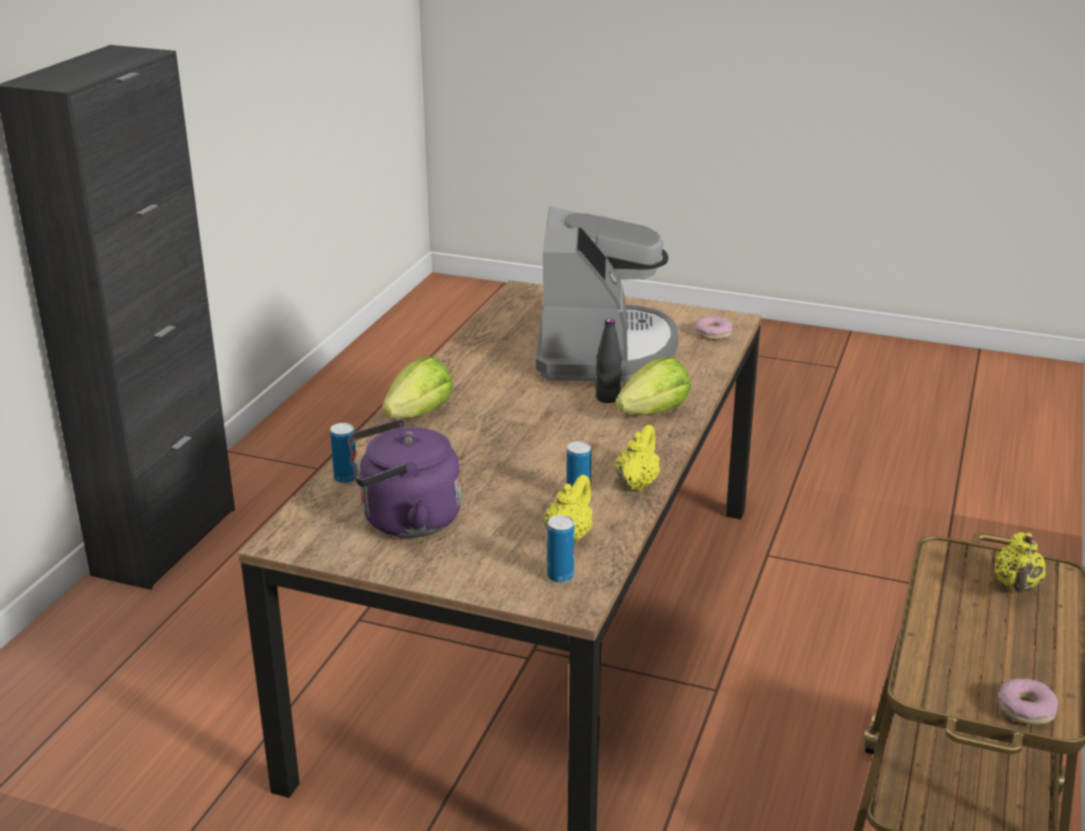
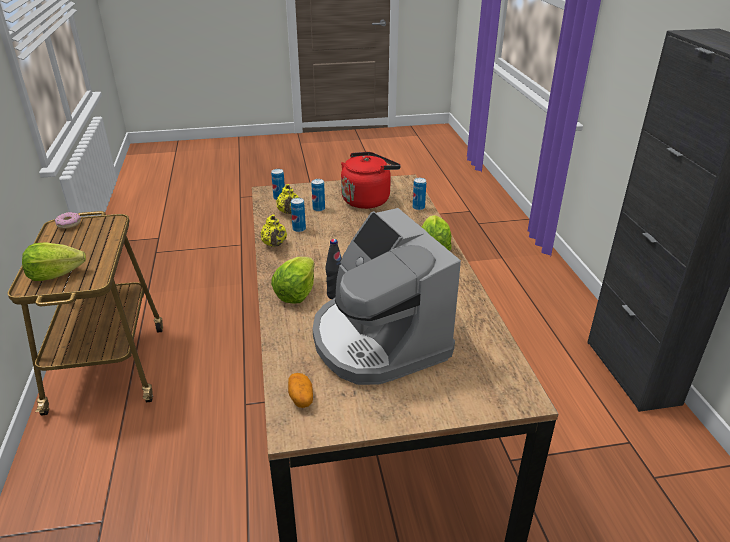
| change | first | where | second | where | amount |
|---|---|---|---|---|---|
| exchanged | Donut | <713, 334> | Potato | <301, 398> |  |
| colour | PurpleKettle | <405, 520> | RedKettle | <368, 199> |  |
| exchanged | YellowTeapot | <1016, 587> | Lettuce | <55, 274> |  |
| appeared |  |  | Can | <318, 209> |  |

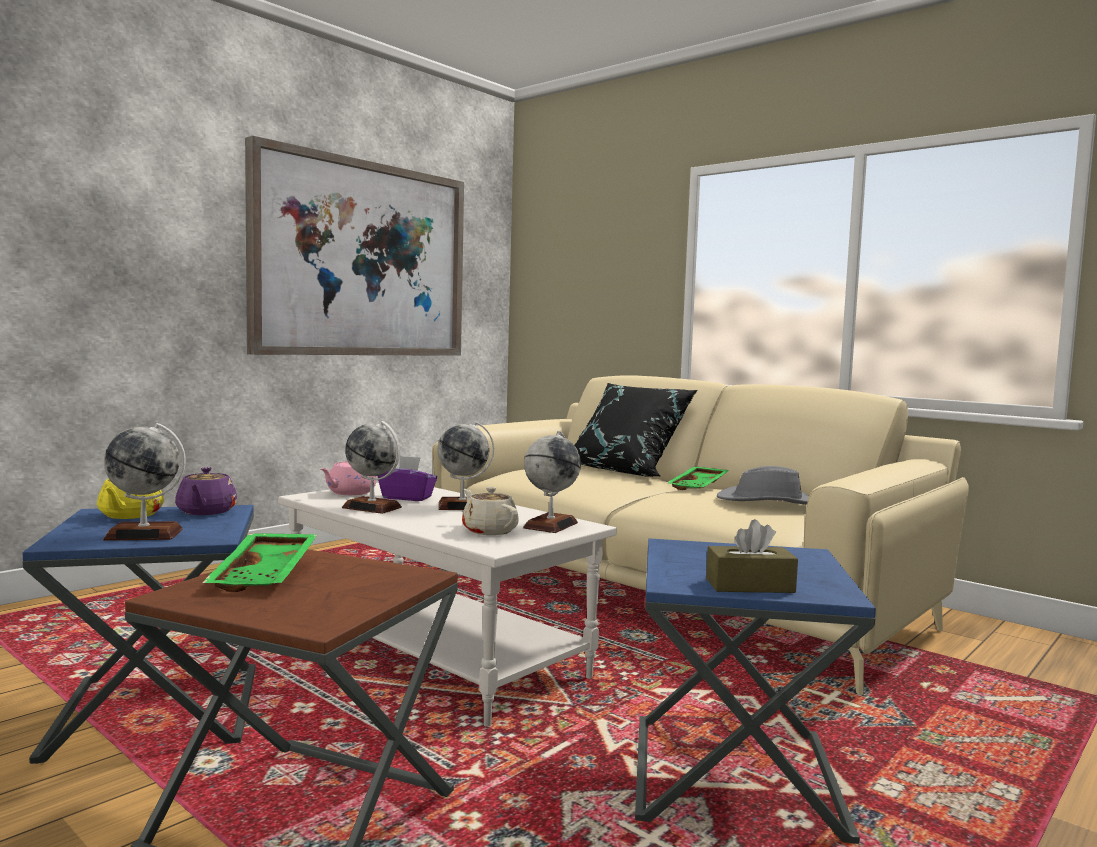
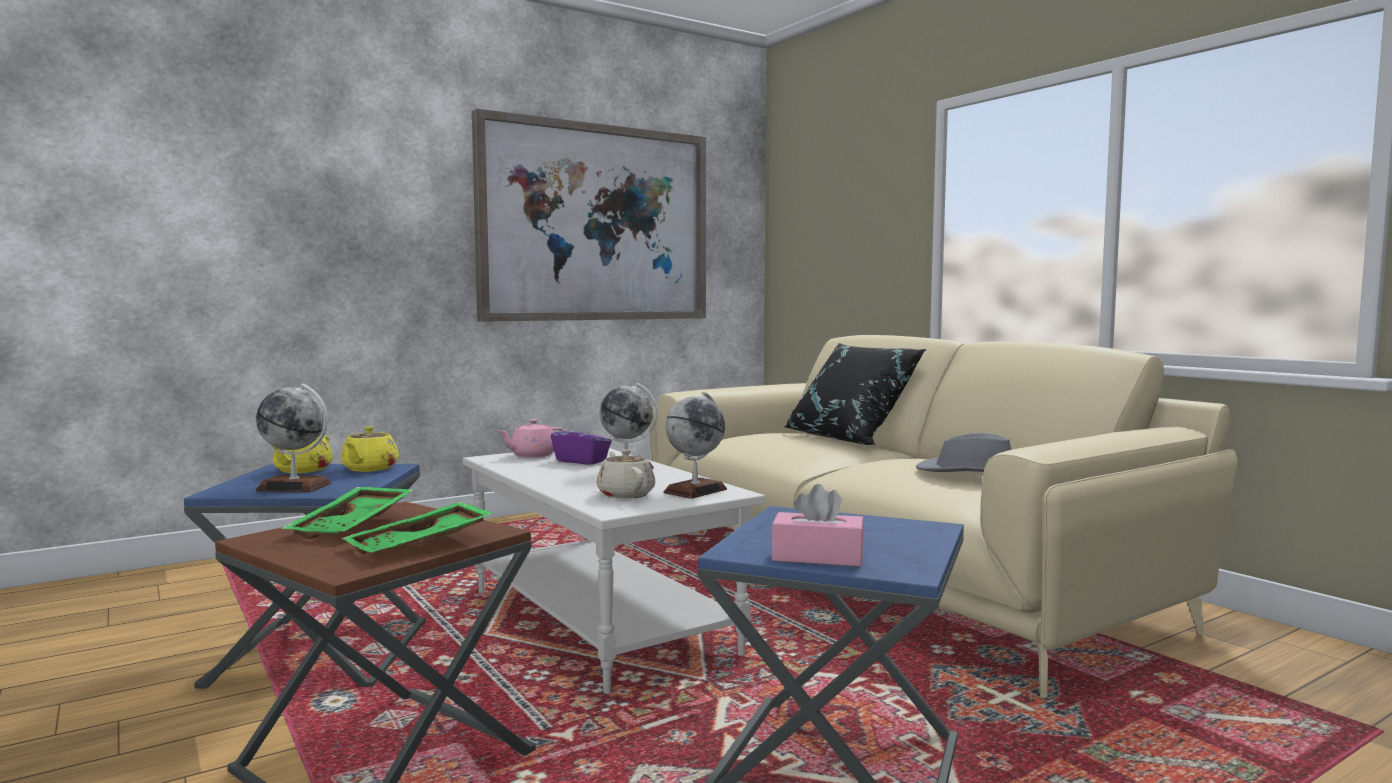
| change | first | where | second | where | amount |
|---|---|---|---|---|---|
| missing | Globe | <372, 507> |  |  |  |
| relocated | GreenTray | <699, 487> |  | <421, 545> |  |
| colour | PurpleTeapot | <206, 512> | YellowTeapot | <369, 469> |  |
| colour | BrownTissueBox | <749, 586> | PinkTissueBox | <817, 557> |  |

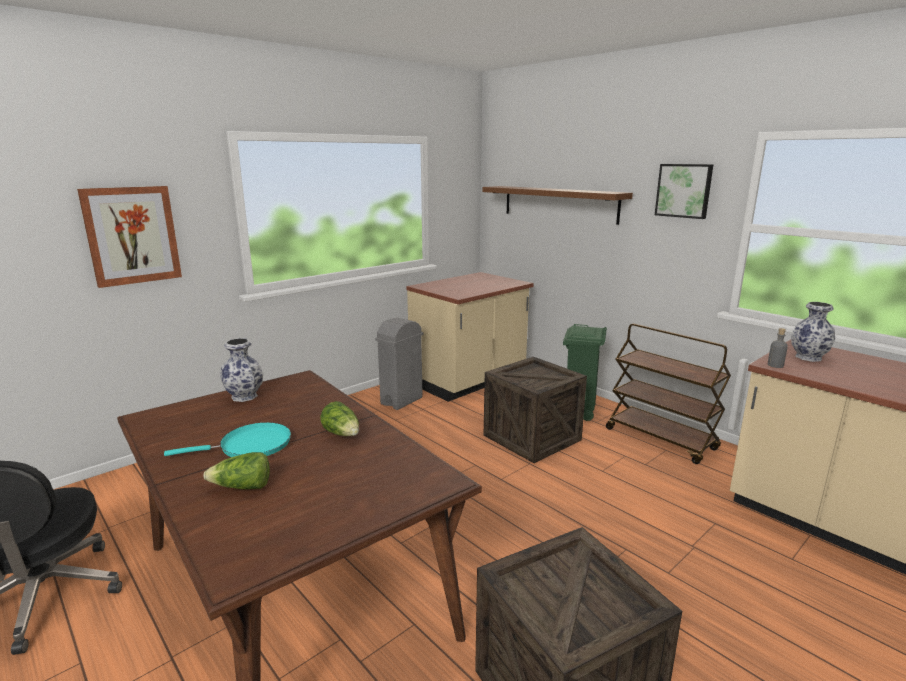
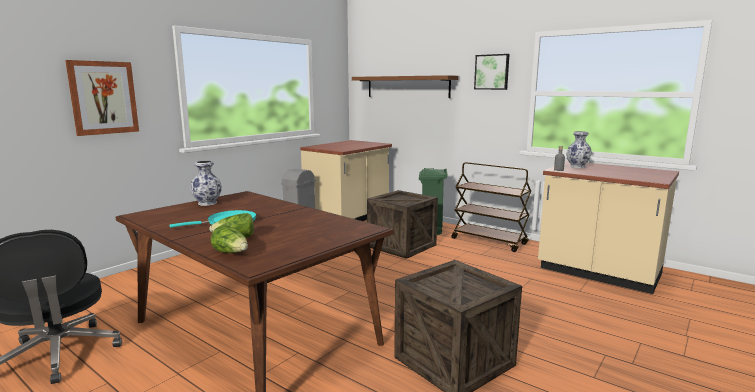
| change | first | where | second | where | amount |
|---|---|---|---|---|---|
| relocated | Lettuce | <342, 434> |  | <231, 253> |  |

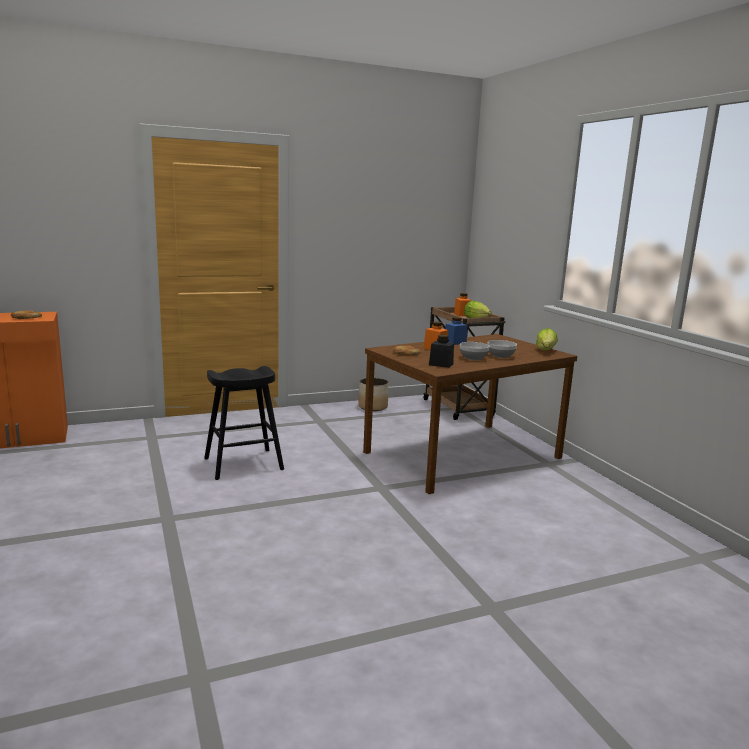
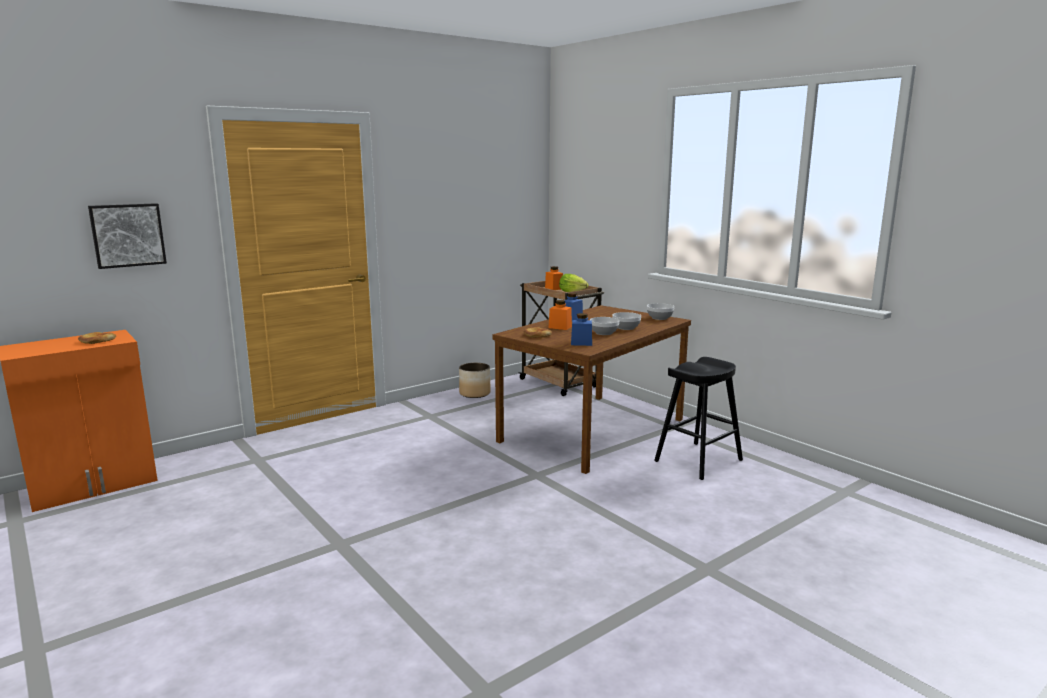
| change | first | where | second | where | amount |
|---|---|---|---|---|---|
| exchanged | Lettuce | <545, 350> | Bowl | <660, 318> |  |
| colour | BlackJar | <441, 364> | BlueJar | <581, 343> |  |
| relocated | BlackStool | <244, 464> |  | <698, 460> |  |
| appeared |  |  | Picture | <127, 235> |  |

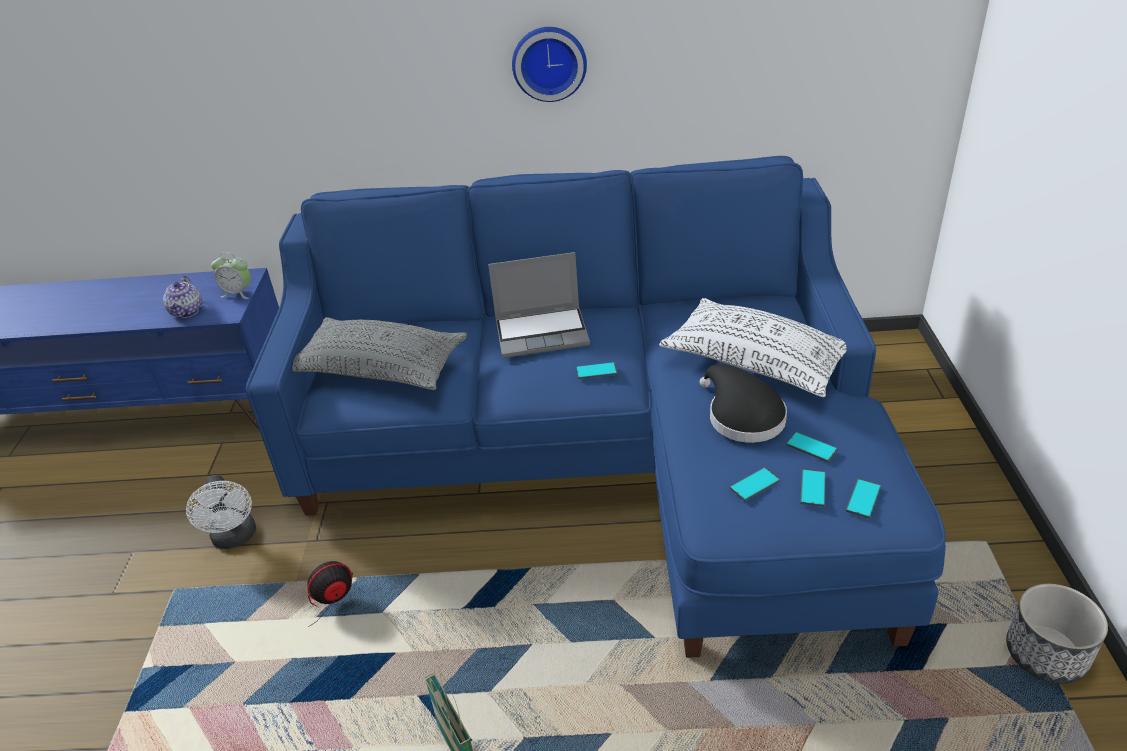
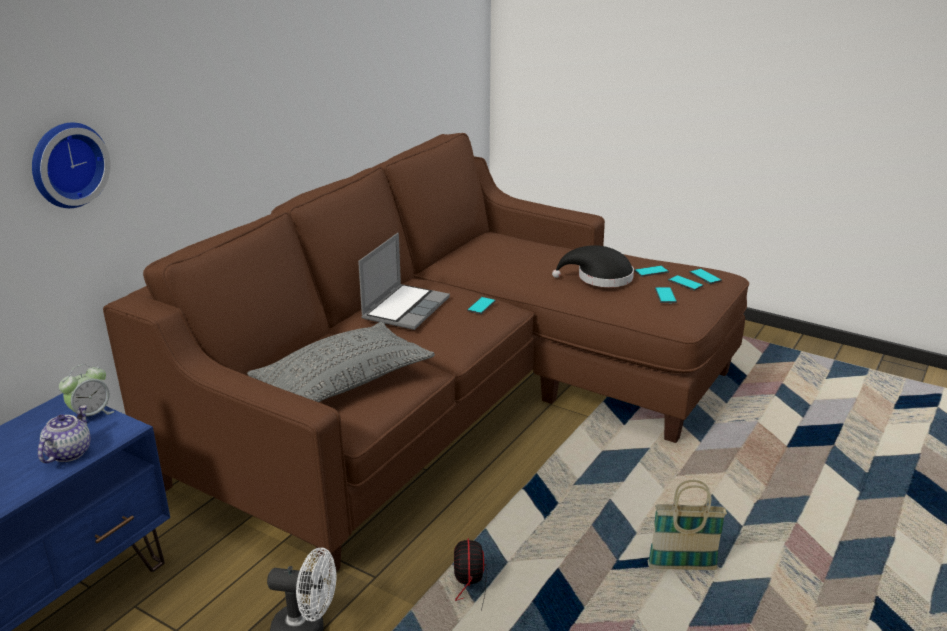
| change | first | where | second | where | amount |
|---|---|---|---|---|---|
| relocated | WallClock | <549, 62> |  | <66, 164> |  |
| colour | BlueSofa | <605, 452> | BrownSofa | <455, 400> |  |
| spun | Teapot | <187, 312> |  | <68, 452> | 105 degrees counterclockwise |
| missing | WhitePillow | <756, 362> |  |  |  |
| missing | Planter | <1045, 654> |  |  |  |

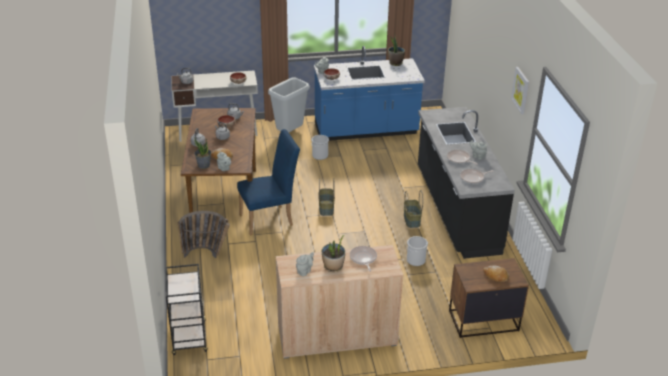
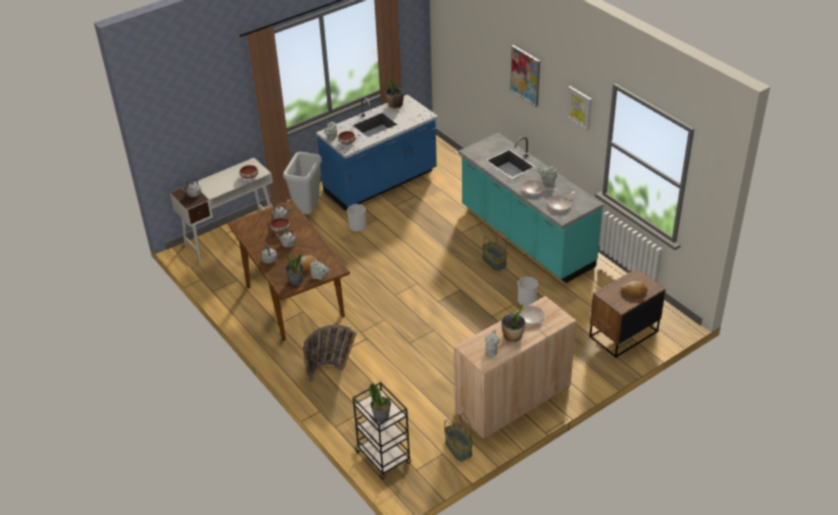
| change | first | where | second | where | amount |
|---|---|---|---|---|---|
| colour | BlackCounter | <455, 210> | TurquoiseCounter | <525, 238> |  |
| missing | BlueChair | <270, 219> |  |  |  |
| relocated | Basket | <326, 208> |  | <459, 448> |  |
| appeared |  |  | Picture | <525, 75> |  |
| appeared |  |  | PottedPlant | <381, 416> |  |

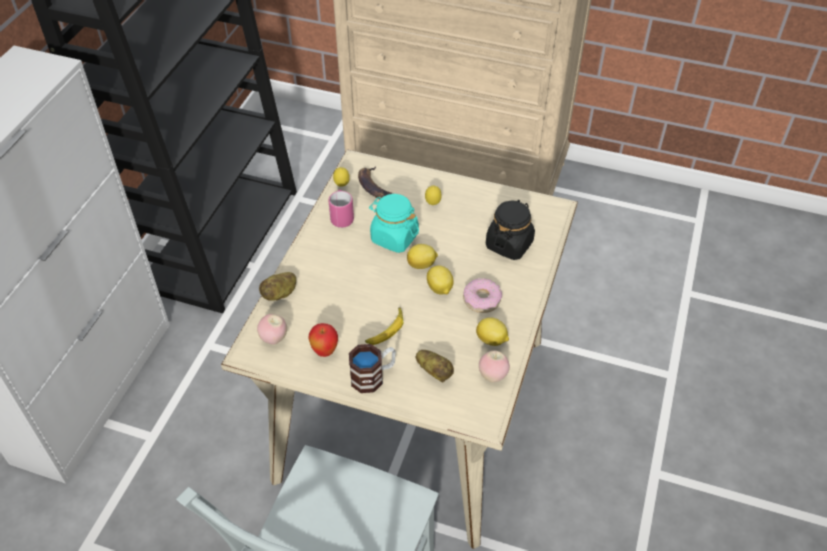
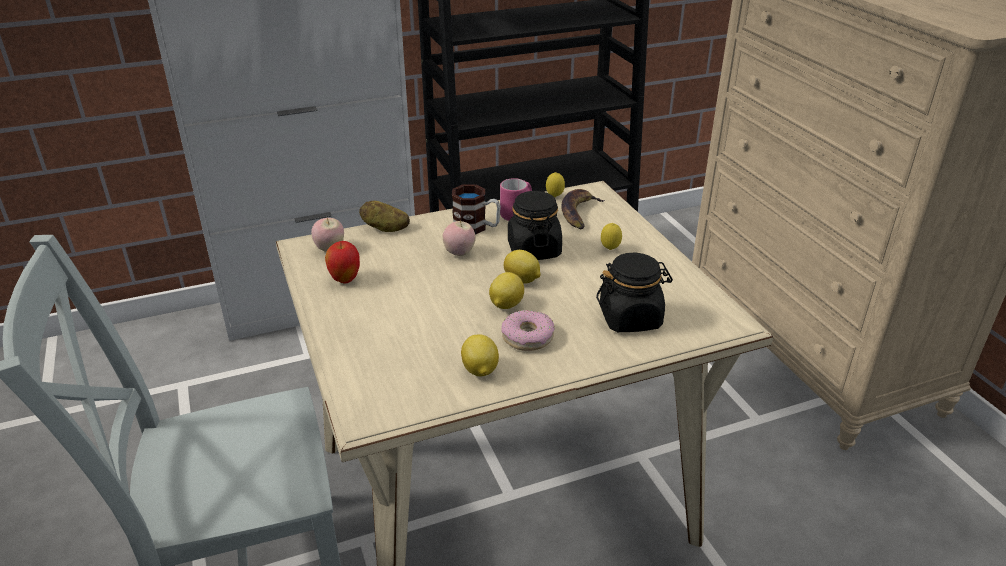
| change | first | where | second | where | amount |
|---|---|---|---|---|---|
| colour | TurquoiseJar | <394, 237> | BlackJar | <533, 250> |  |
| missing | Banana | <386, 330> |  |  |  |
| relocated | Mug | <373, 376> |  | <476, 228> |  |
| missing | Potato | <434, 371> |  |  |  |
| relocated | Apple | <493, 376> |  | <459, 253> |  |

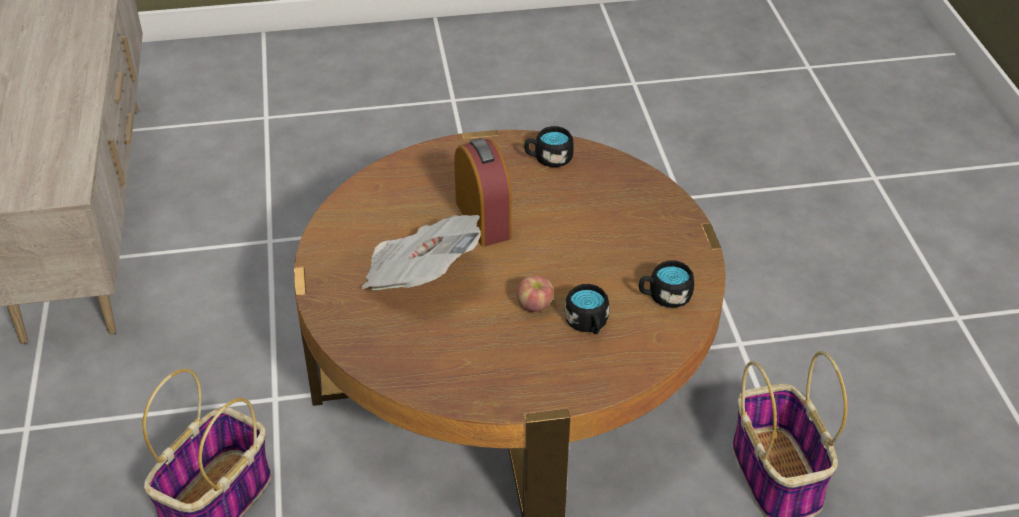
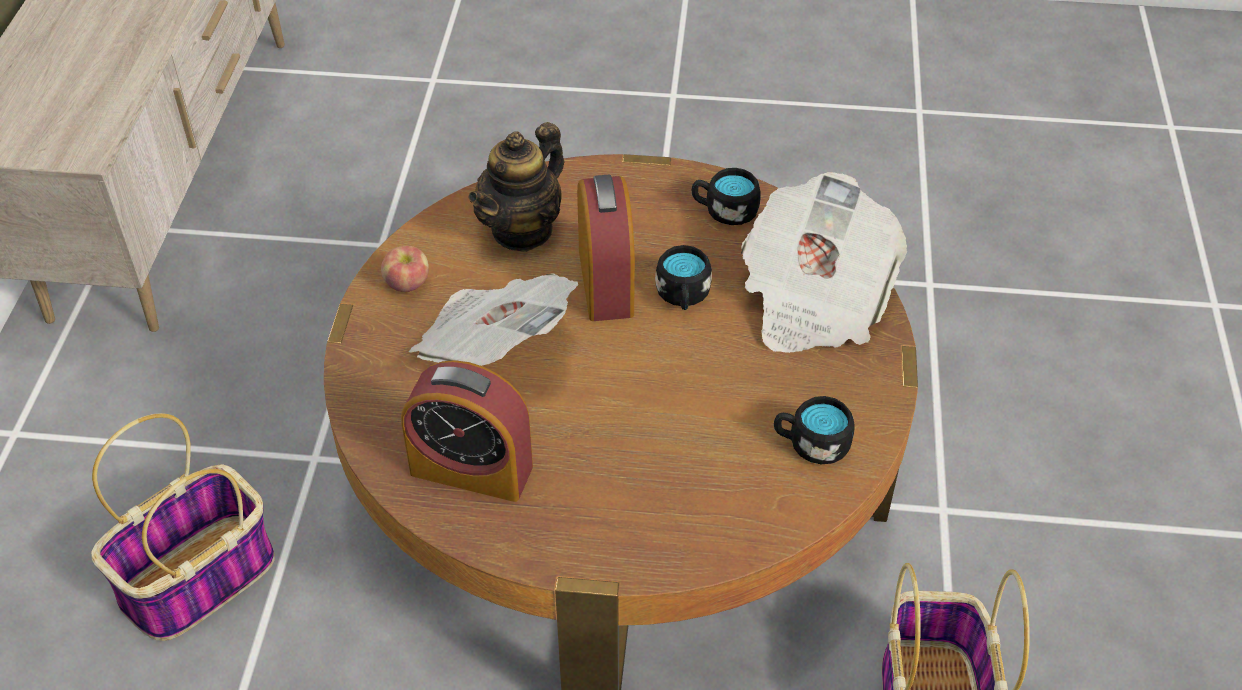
| change | first | where | second | where | amount |
|---|---|---|---|---|---|
| relocated | Apple | <535, 305> |  | <407, 284> |  |
| relocated | BlackMug | <588, 324> |  | <683, 296> |  |
| appeared |  |  | Teapot | <522, 230> |  |
| appeared |  |  | Newspaper | <813, 299> |  |
| appeared |  |  | AlarmClock | <471, 469> |  |

